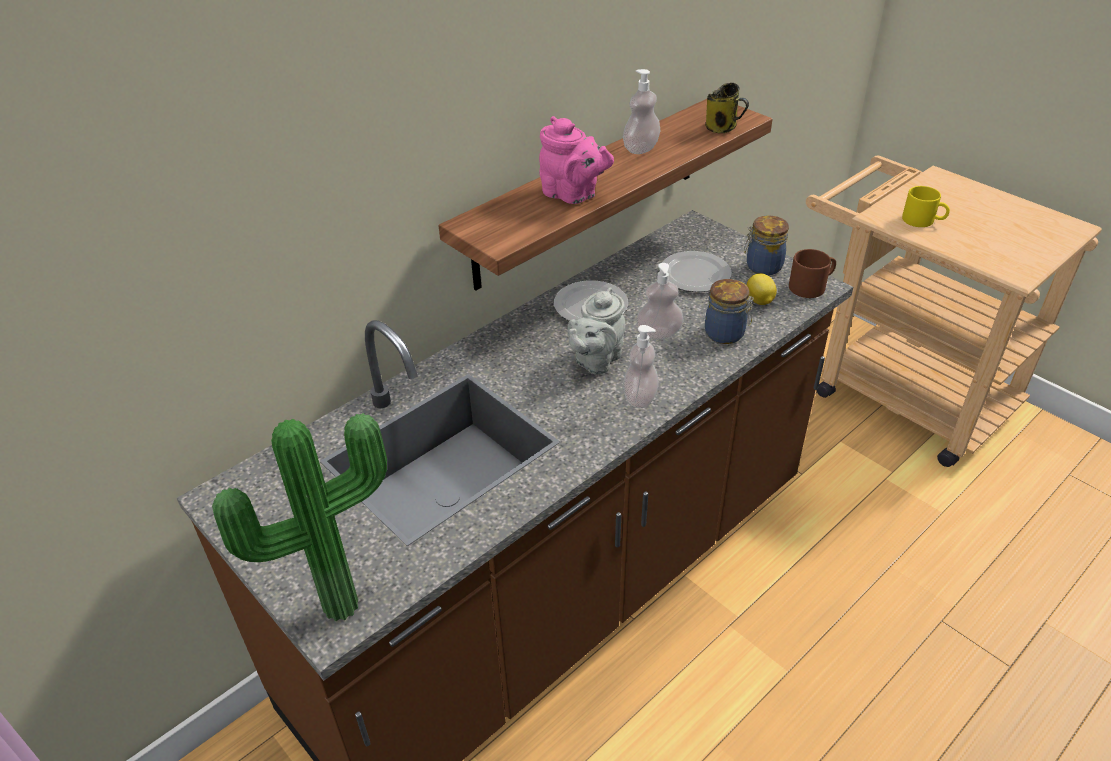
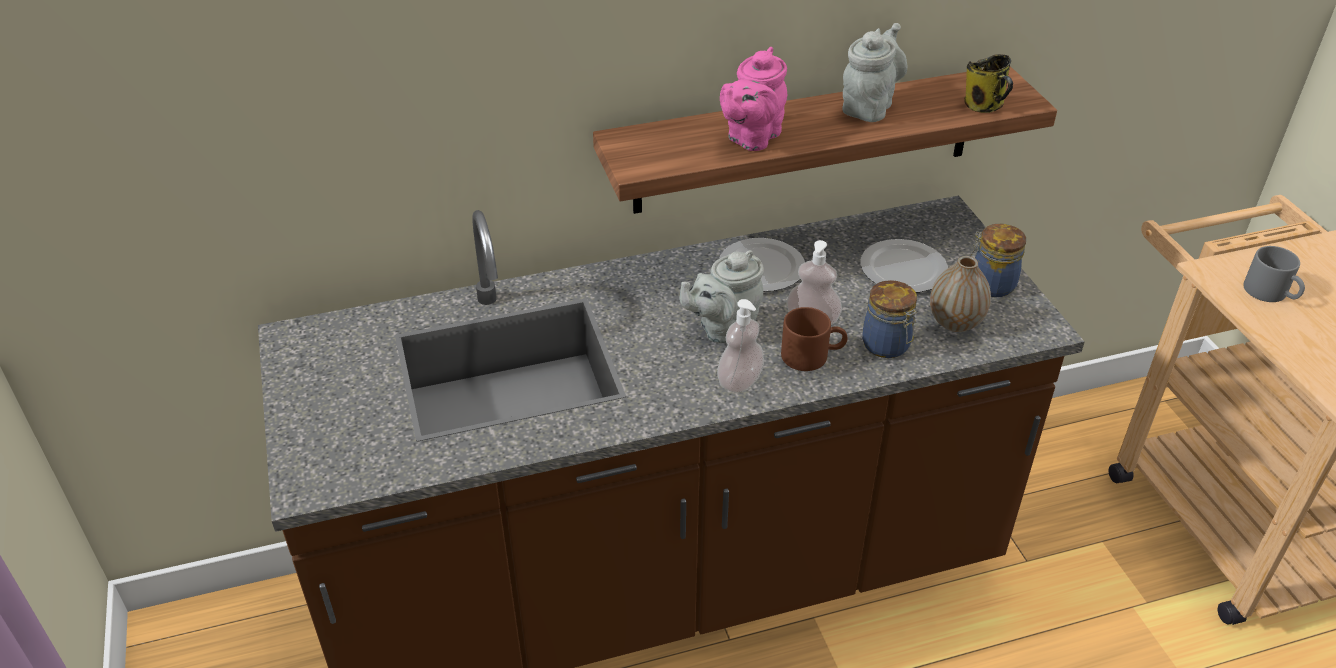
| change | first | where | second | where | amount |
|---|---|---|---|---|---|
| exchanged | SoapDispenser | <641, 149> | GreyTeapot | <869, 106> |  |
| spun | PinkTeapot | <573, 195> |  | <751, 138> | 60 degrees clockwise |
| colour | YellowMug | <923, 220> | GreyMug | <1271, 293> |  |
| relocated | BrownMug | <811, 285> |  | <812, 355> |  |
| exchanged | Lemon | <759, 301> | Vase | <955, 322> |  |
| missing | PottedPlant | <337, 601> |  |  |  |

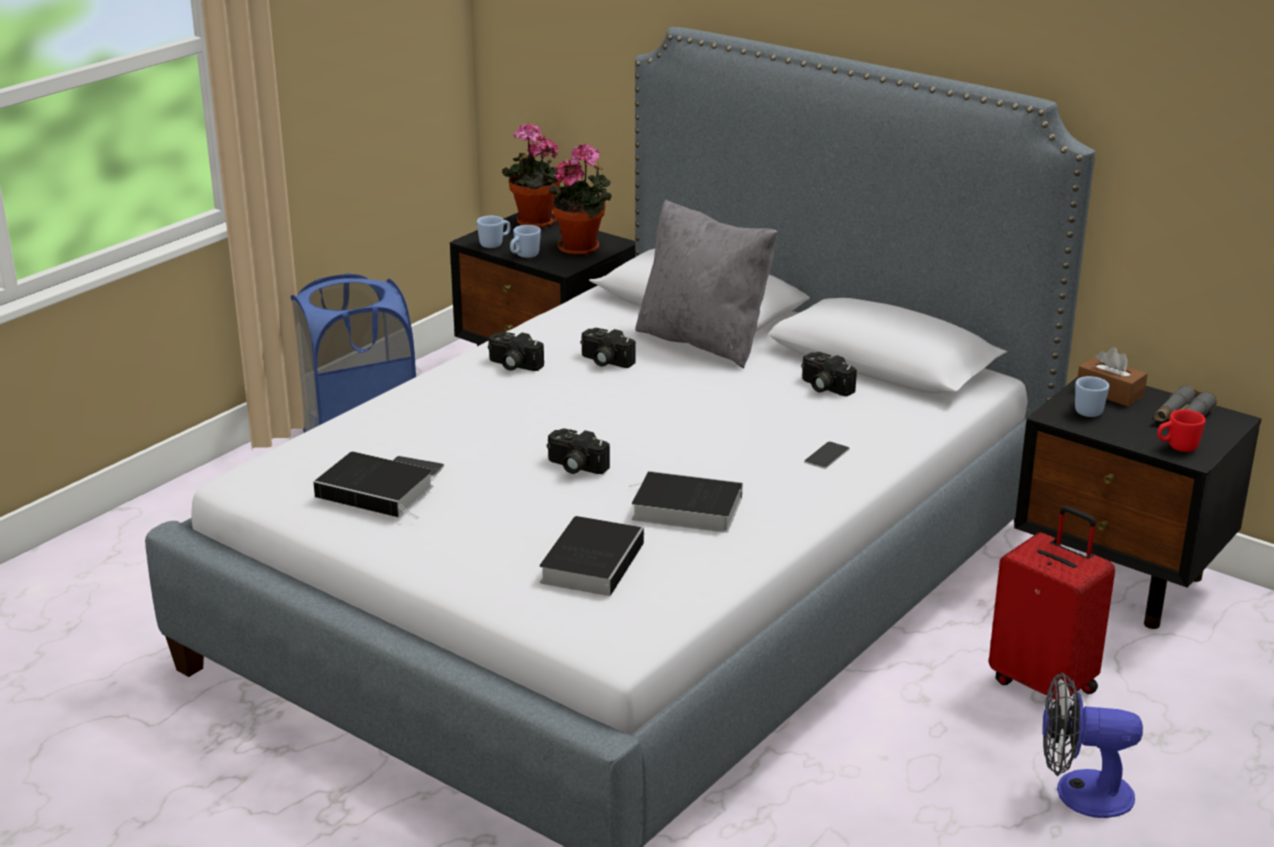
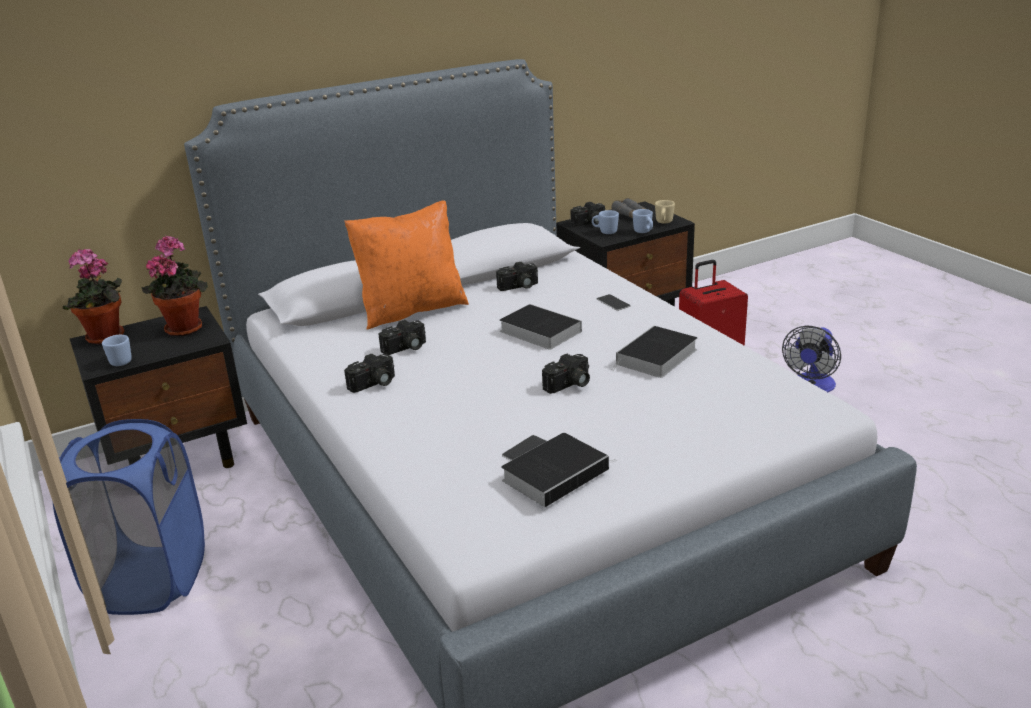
| change | first | where | second | where | amount |
|---|---|---|---|---|---|
| colour | GreyPillow | <704, 341> | OrangePillow | <412, 310> |  |
| relocated | BlueMug | <524, 256> |  | <644, 232> |  |
| exchanged | BrownTissueBox | <1109, 392> | PhotoCamera | <589, 223> |  |
| colour | RedMug | <1177, 447> | BeigeMug | <663, 222> |  |
| relocated | Book | <592, 561> |  | <537, 331> |  |

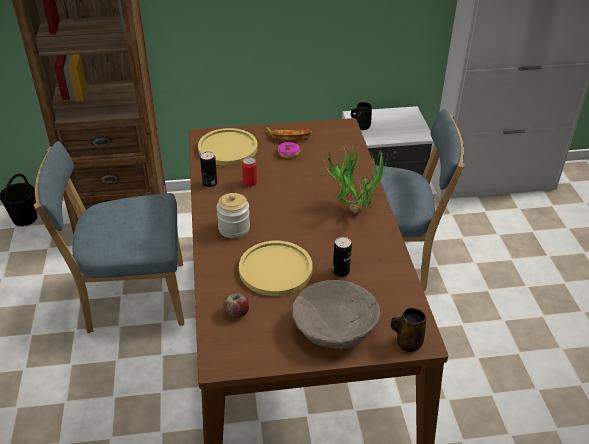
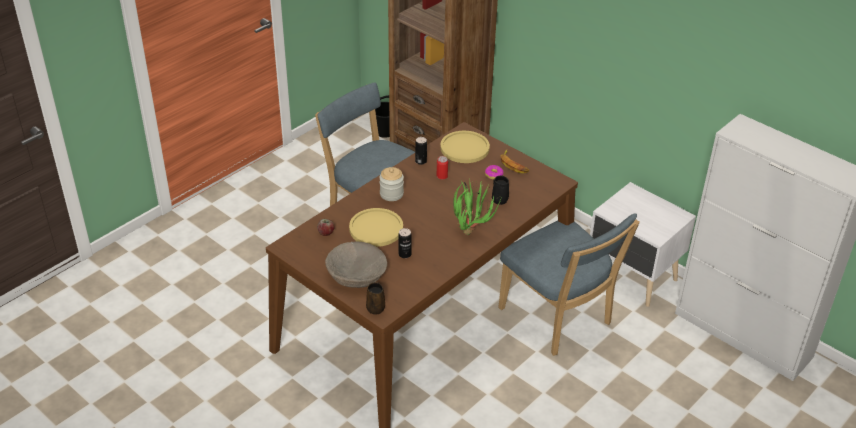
| change | first | where | second | where | amount |
|---|---|---|---|---|---|
| relocated | BlackMug | <361, 126> |  | <499, 199> |  |

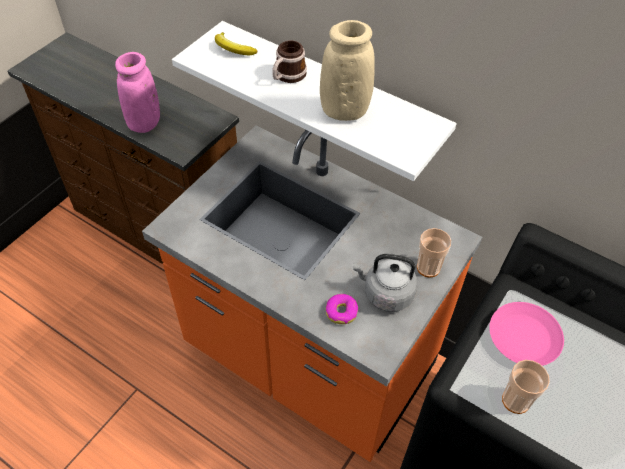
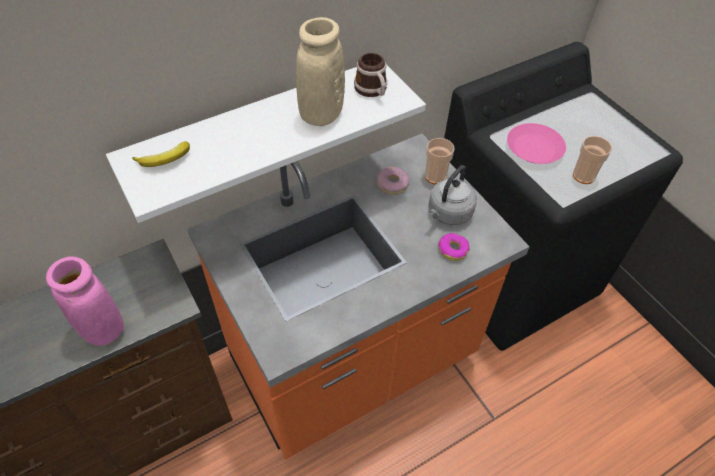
| change | first | where | second | where | amount |
|---|---|---|---|---|---|
| relocated | Mug | <287, 76> |  | <372, 90> |  |
| appeared |  |  | Donut | <392, 184> |  |

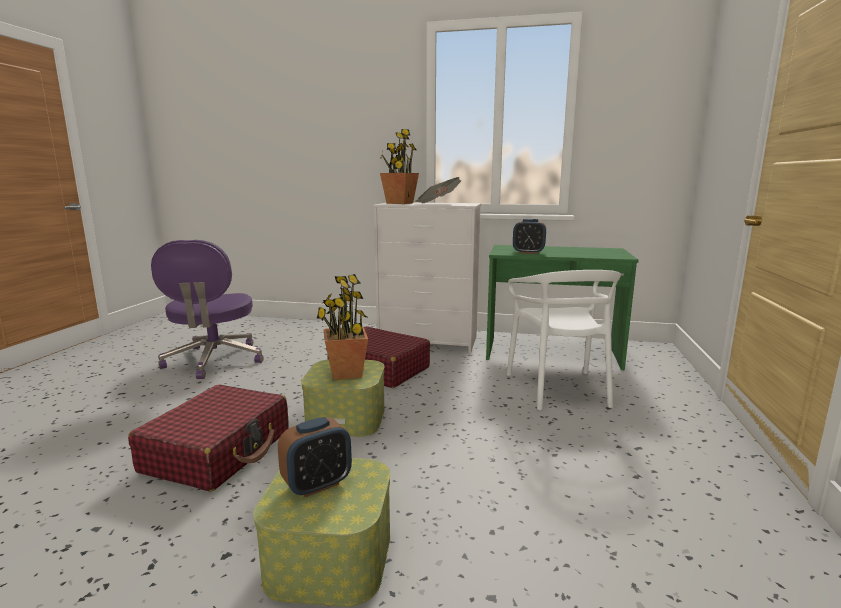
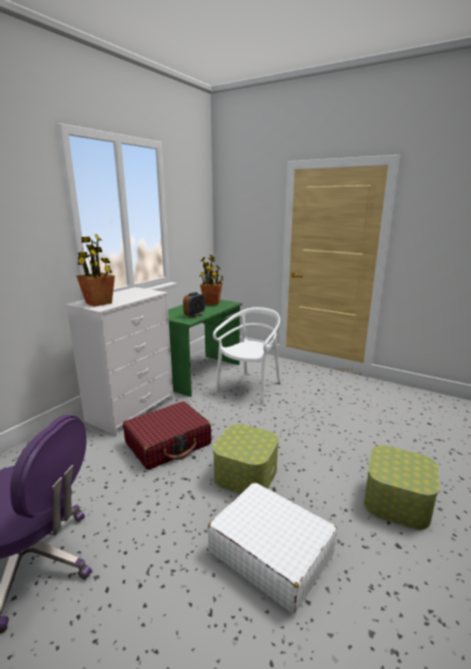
| change | first | where | second | where | amount |
|---|---|---|---|---|---|
| missing | Newspaper | <437, 204> |  |  |  |
| spun | WhiteChair | <559, 389> |  | <250, 387> | 75 degrees counterclockwise |
| relocated | PottedPlant | <346, 373> |  | <212, 303> |  |
| colour | RedSuitcase | <218, 451> | WhiteSuitcase | <270, 552> |  |
| missing | AlarmClock | <317, 484> |  |  |  |

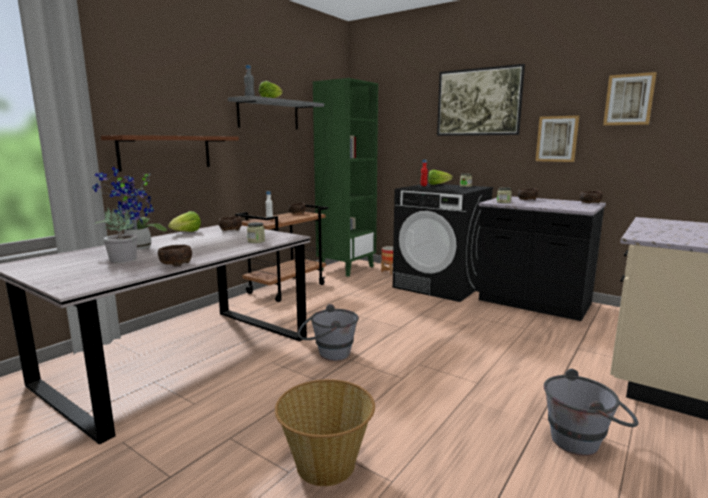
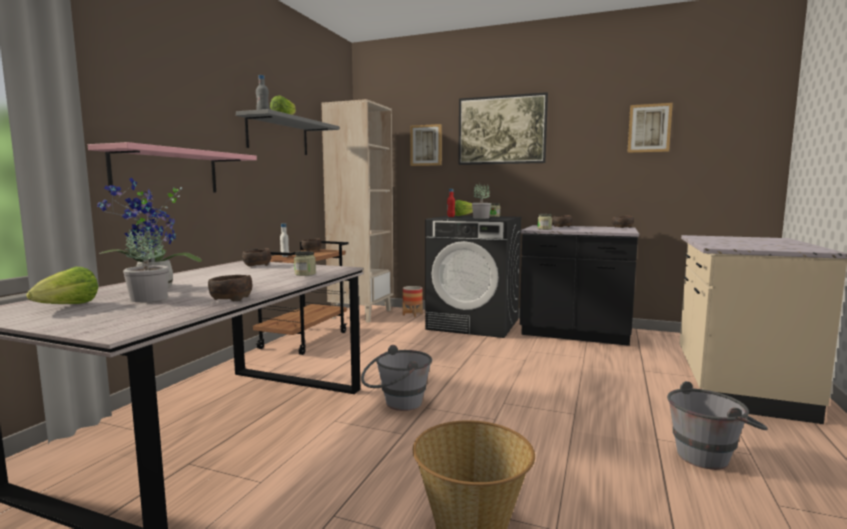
| change | first | where | second | where | amount |
|---|---|---|---|---|---|
| colour | GreenBookcase | <346, 268> | BeigeBookcase | <361, 314> |  |
| relocated | Picture | <557, 139> |  | <426, 145> |  |
| colour | BrownShelf | <166, 152> | PinkShelf | <166, 172> |  |
| relocated | Lettuce | <186, 232> |  | <67, 306> |  |
| appeared |  |  | PottedPlant | <480, 218> |  |

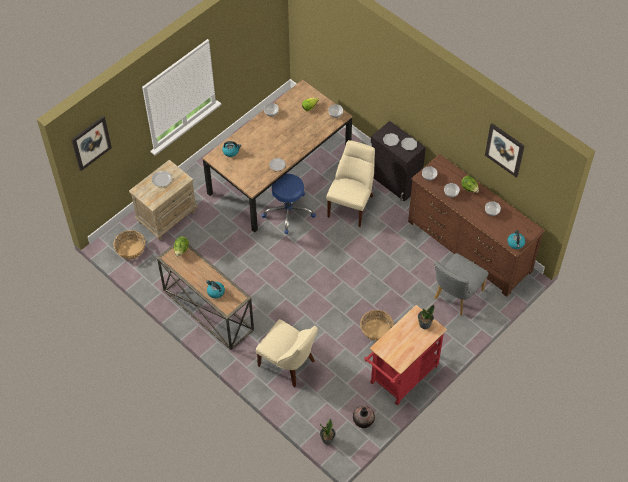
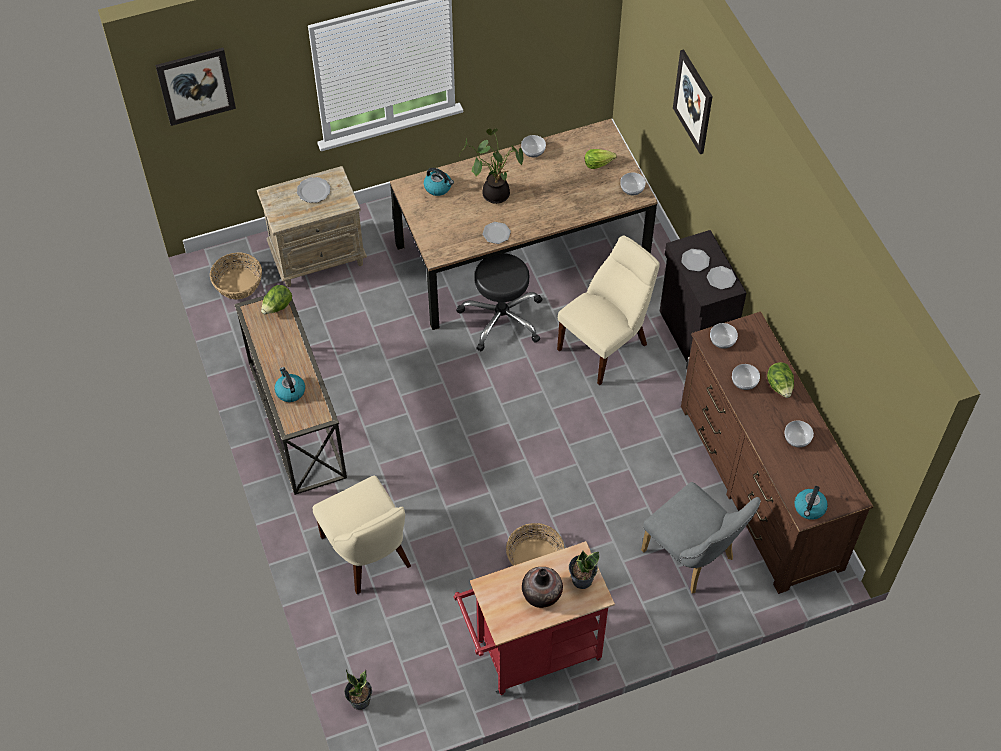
| change | first | where | second | where | amount |
|---|---|---|---|---|---|
| relocated | Picture | <504, 150> |  | <693, 101> |  |
| colour | BlueStool | <288, 211> | BlackStool | <501, 318> |  |
| spun | GreyChair | <455, 296> |  | <693, 558> | 105 degrees counterclockwise |
| relocated | Vase | <363, 420> |  | <542, 594> |  |
| appeared |  |  | PottedPlant | <495, 192> |  |

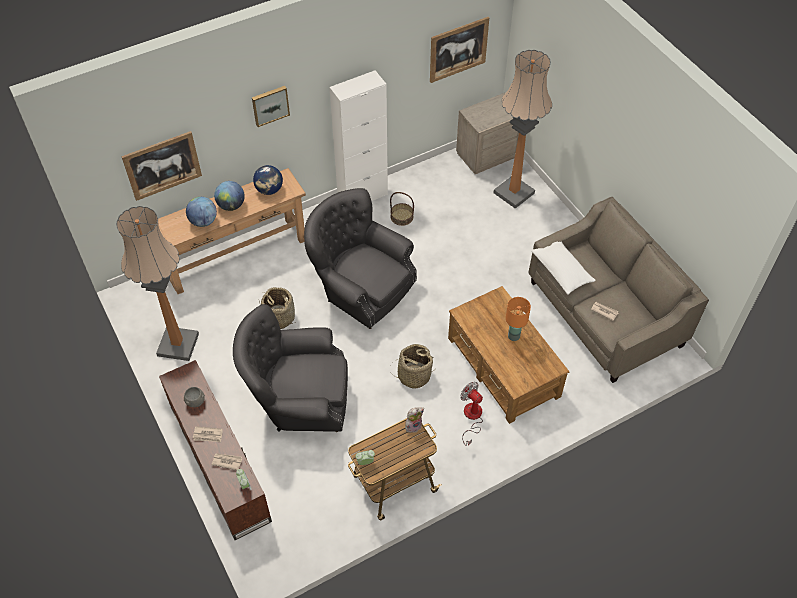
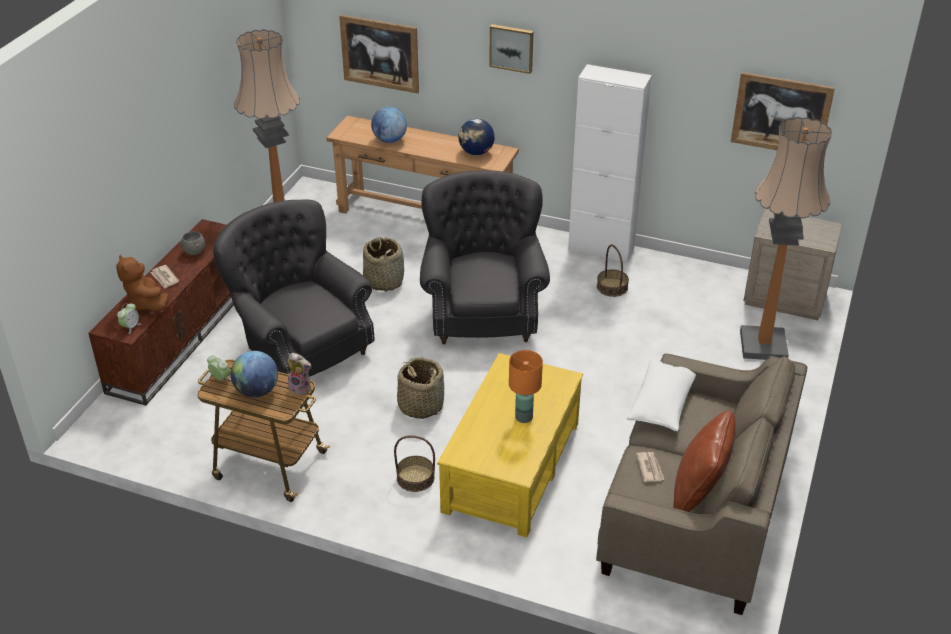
| change | first | where | second | where | amount |
|---|---|---|---|---|---|
| relocated | Globe | <231, 205> |  | <257, 391> |  |
| colour | BrownCoffeeTable | <503, 367> | YellowCoffeeTable | <510, 467> |  |
| exchanged | Fan | <471, 417> | Basket | <415, 478> |  |
| exchanged | Newspaper | <227, 461> | BrownPlushToy | <146, 303> |  |
| appeared |  |  | BrownPillow | <699, 491> |  |

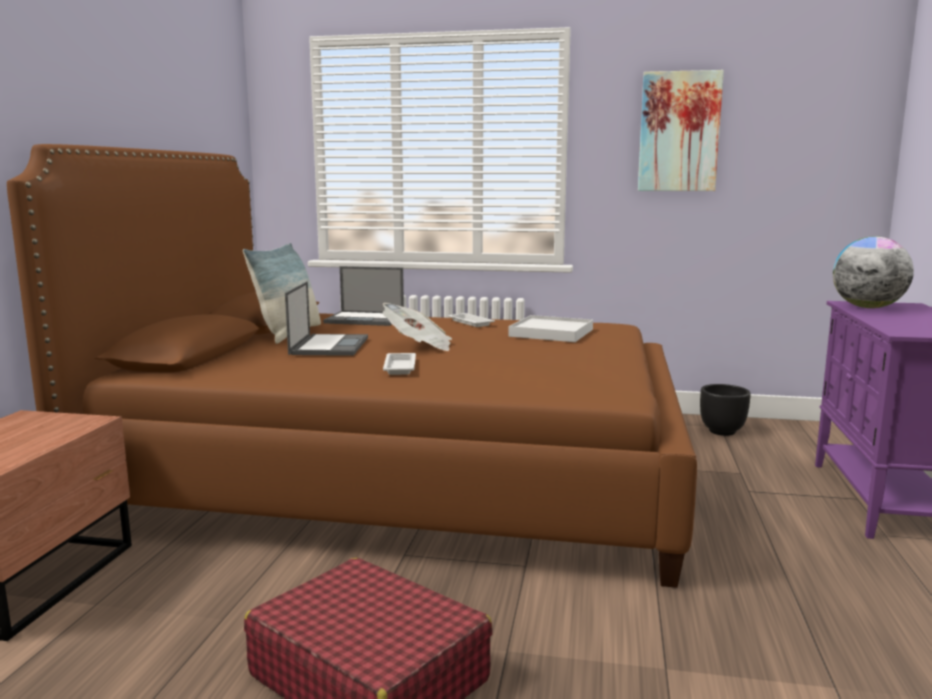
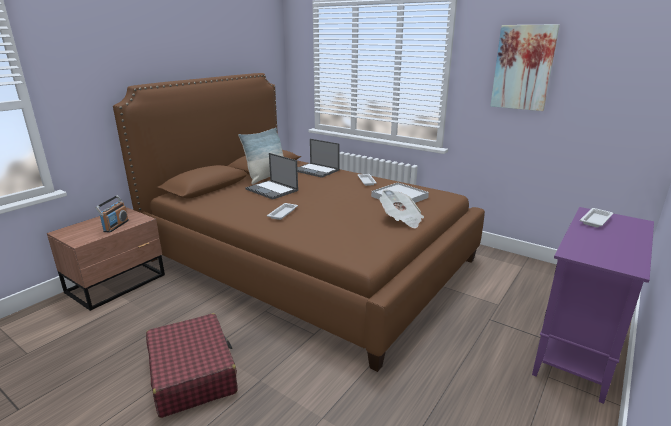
| change | first | where | second | where | amount |
|---|---|---|---|---|---|
| exchanged | Globe | <867, 307> | WhiteTray | <596, 220> |  |
| spun | Laptop | <329, 346> |  | <272, 190> | 105 degrees clockwise |
| relocated | Newspaper | <419, 346> |  | <401, 220> |  |
| missing | BlackPlanter | <722, 431> |  |  |  |
| appeared |  |  | Radio | <116, 226> |  |

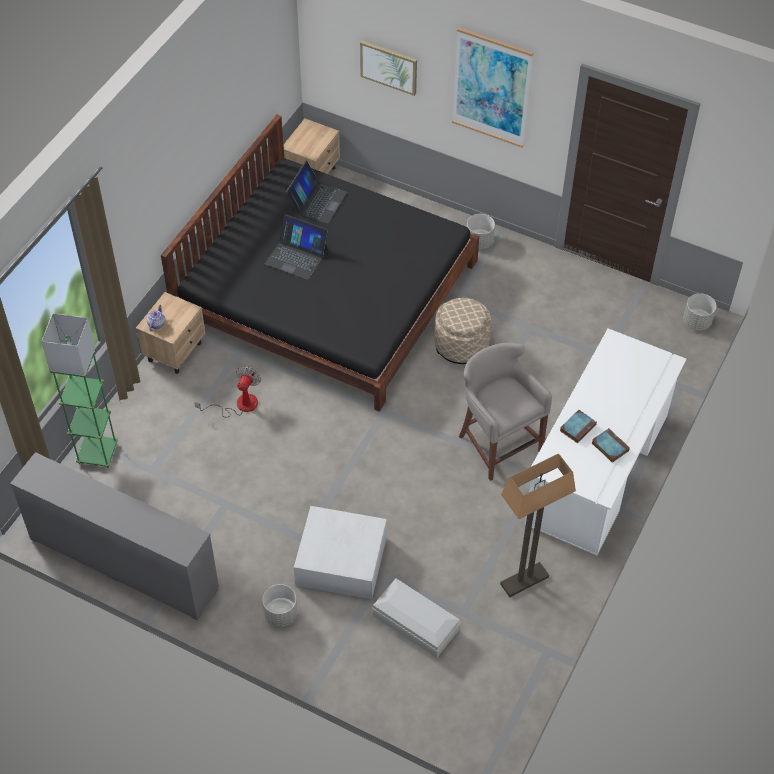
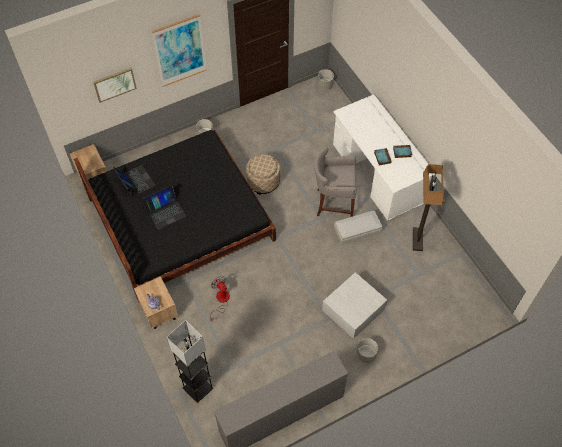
| change | first | where | second | where | amount |
|---|---|---|---|---|---|
| colour | GreenFloorLamp | <97, 453> | GreyFloorLamp | <198, 389> |  |
| relocated | WhiteStorageBox | <416, 624> |  | <358, 230> |  |

